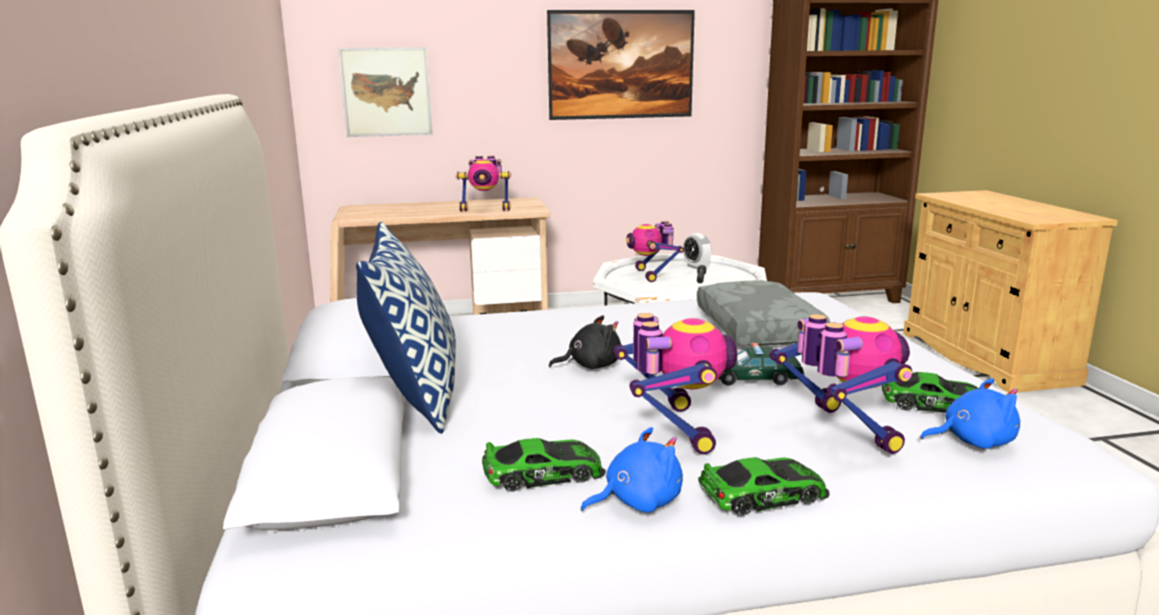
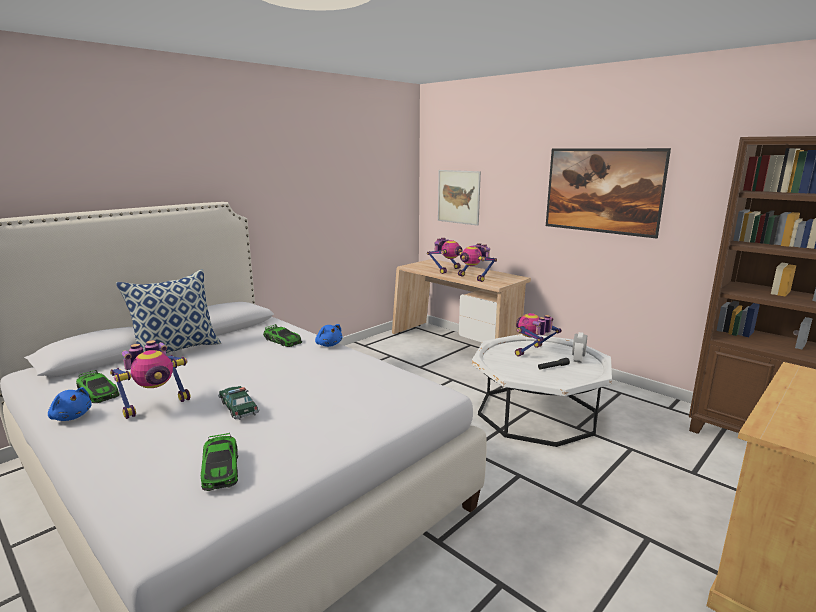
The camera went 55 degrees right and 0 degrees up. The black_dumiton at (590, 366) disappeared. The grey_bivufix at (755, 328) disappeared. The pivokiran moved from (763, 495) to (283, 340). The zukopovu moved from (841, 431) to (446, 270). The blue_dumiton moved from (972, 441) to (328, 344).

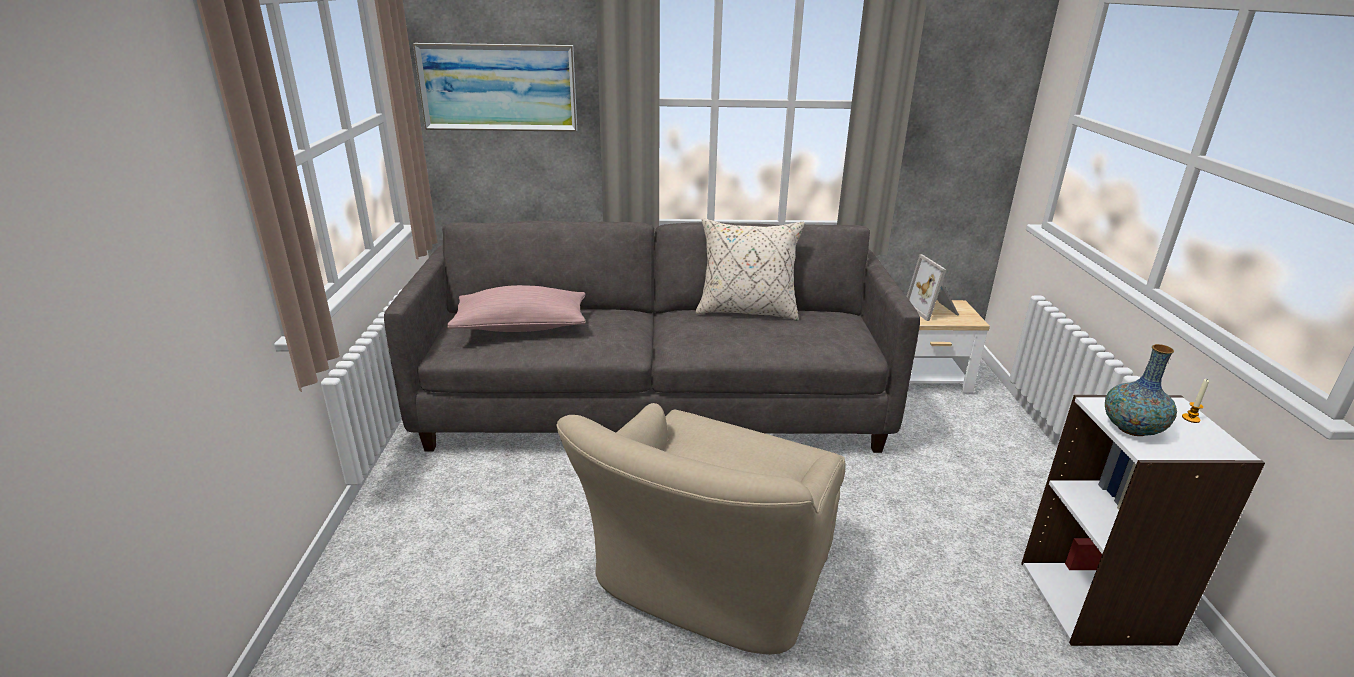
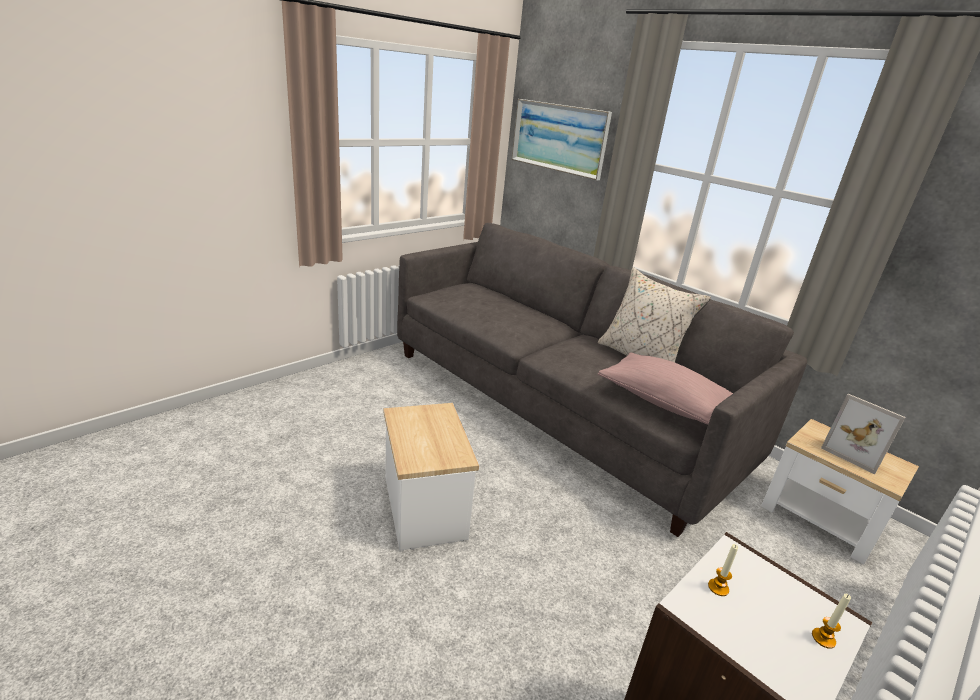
The camera went 45 degrees right and 0 degrees up. The pink_bivufix moved from (521, 327) to (665, 403). The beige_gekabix at (707, 580) was replaced by the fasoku at (425, 507). The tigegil at (1131, 429) was replaced by the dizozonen at (718, 587). The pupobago at (933, 310) turned 75 degrees counterclockwise.

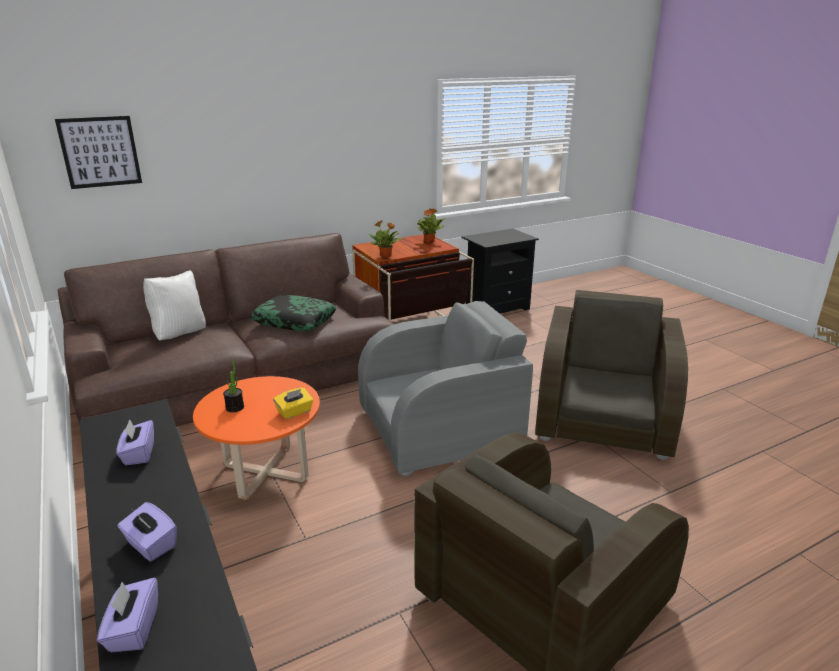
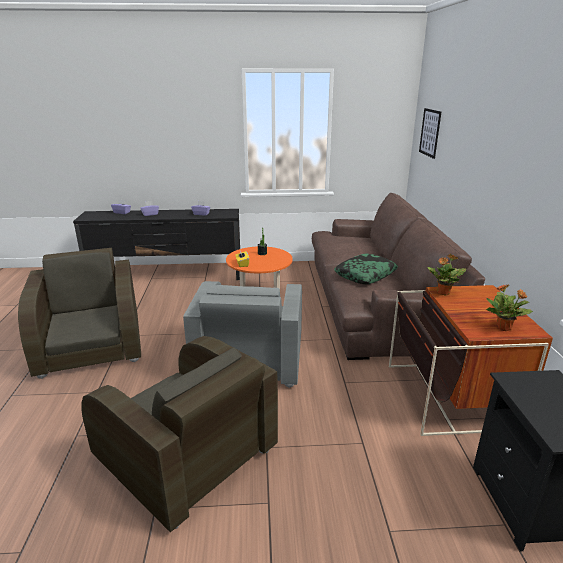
The camera went 115 degrees right and 0 degrees up. The white_bivufix at (179, 334) disappeared.

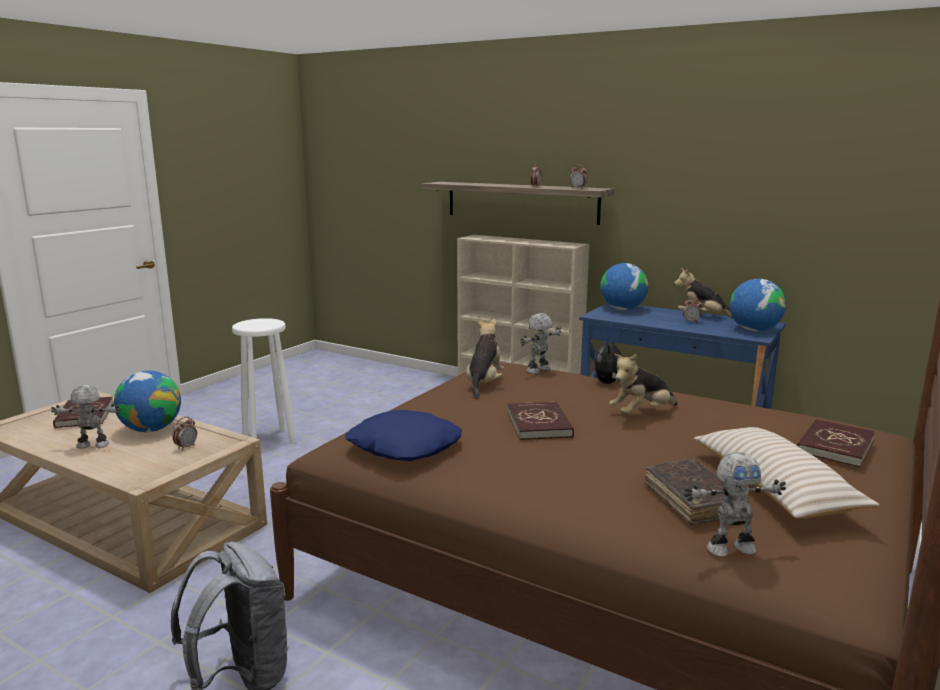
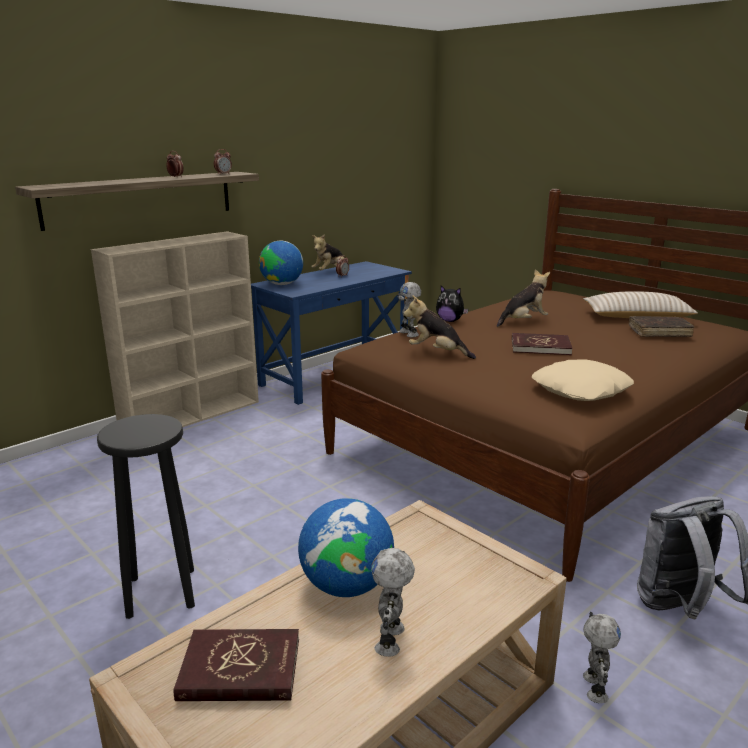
The camera went 75 degrees left and 5 degrees up. The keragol at (186, 447) disappeared. The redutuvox at (754, 330) disappeared. The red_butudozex at (835, 446) disappeared. The zukopovu moved from (730, 548) to (593, 687). The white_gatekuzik at (268, 440) became the black_gatekuzik at (162, 592). The blue_bivufix at (404, 447) became the beige_bivufix at (581, 390). The dumiton at (642, 413) turned 105 degrees counterclockwise.

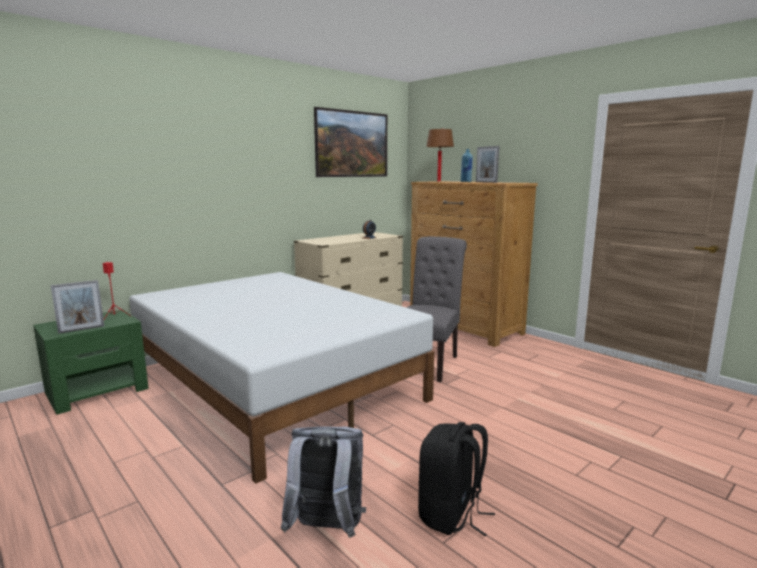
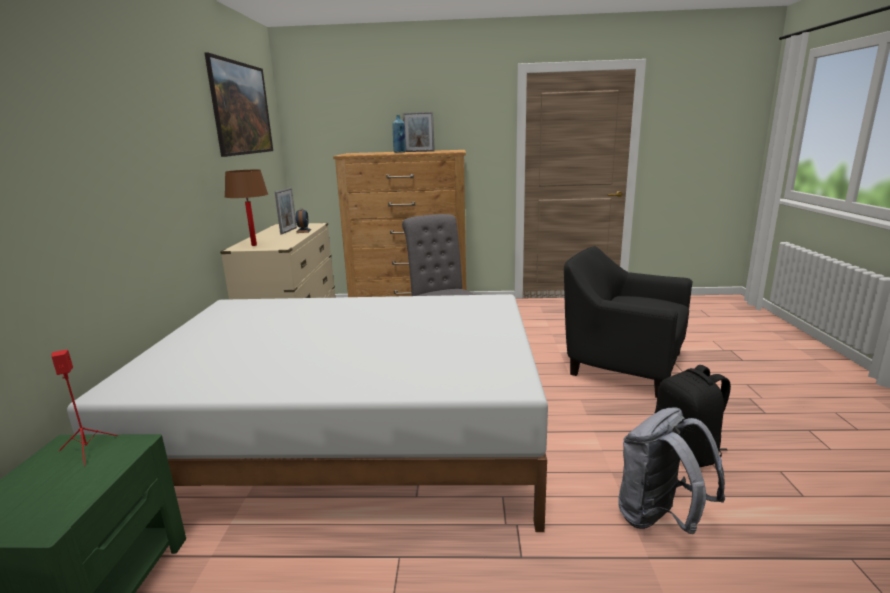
The camera went 45 degrees left and 5 degrees up. The black_gekabix at (621, 364) appeared. The pupobago moved from (81, 329) to (288, 231). The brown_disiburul moved from (439, 181) to (254, 245).

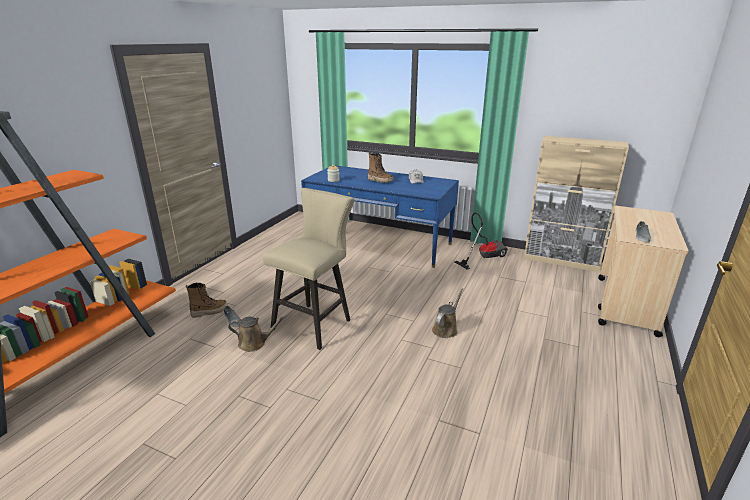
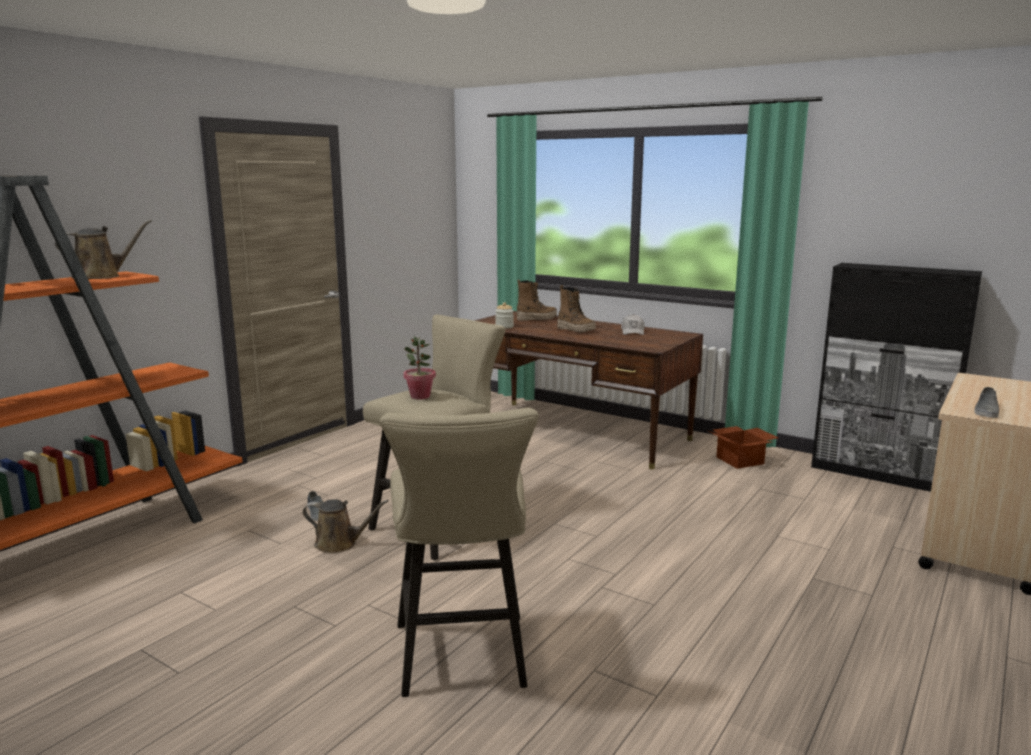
The camera went 10 degrees right and 10 degrees down. The beige_gatekuzik at (462, 661) appeared. The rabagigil at (420, 396) appeared. The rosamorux moved from (209, 312) to (536, 319). The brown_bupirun moved from (446, 329) to (101, 276). The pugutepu at (483, 257) was replaced by the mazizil at (741, 460). The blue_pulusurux at (379, 243) became the brown_pulusurux at (574, 432). The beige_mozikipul at (561, 260) became the black_mozikipul at (879, 474).

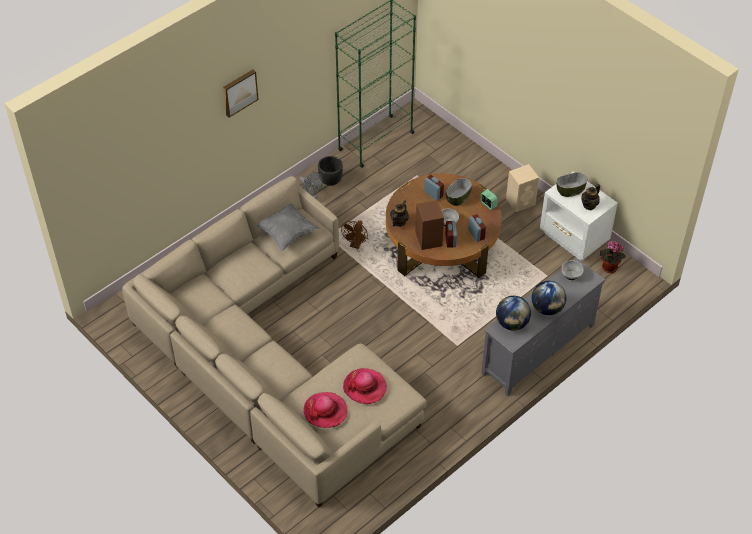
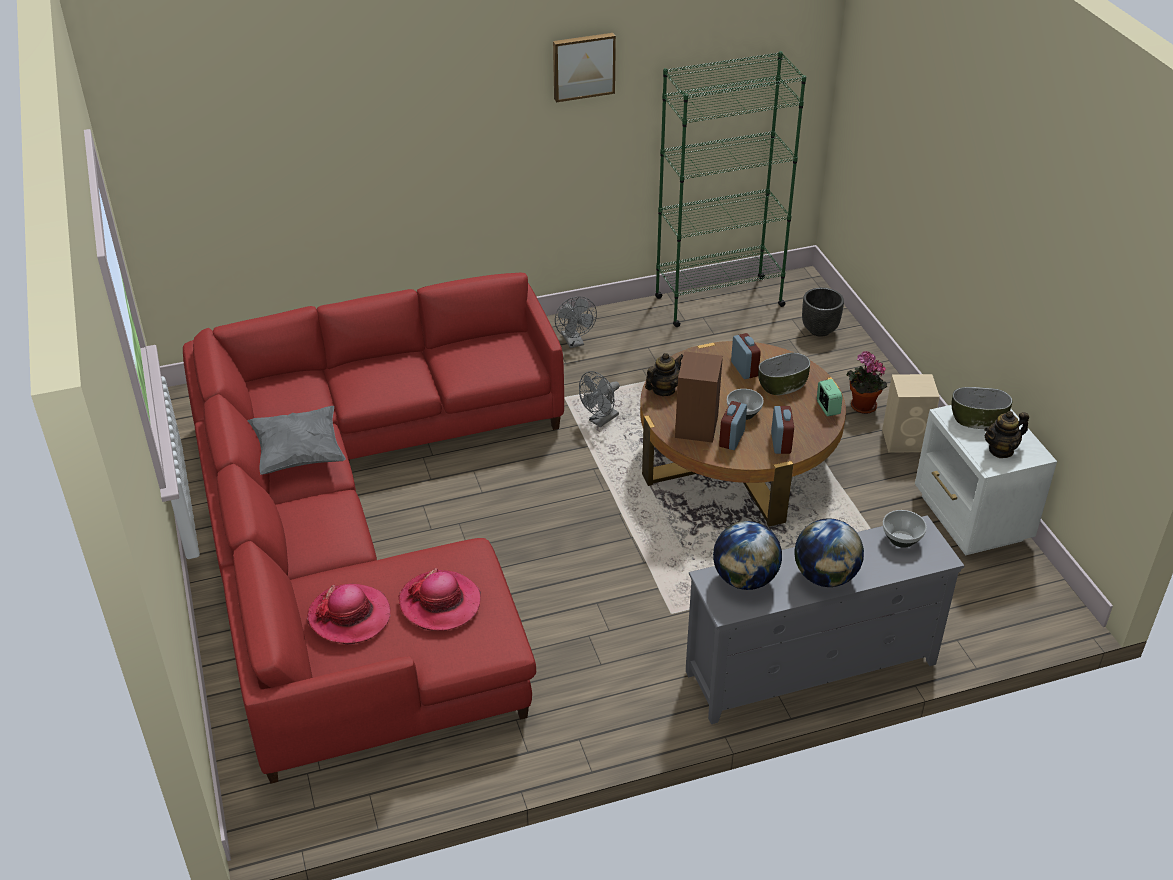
The camera went 25 degrees right and 10 degrees down. The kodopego moved from (239, 92) to (583, 66). The grey_bivufix moved from (286, 233) to (298, 455). The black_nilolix moved from (330, 181) to (819, 330). The rabagigil moved from (608, 268) to (861, 407). The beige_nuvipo at (271, 358) became the red_nuvipo at (363, 532). The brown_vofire at (356, 244) became the grey_vofire at (600, 420).

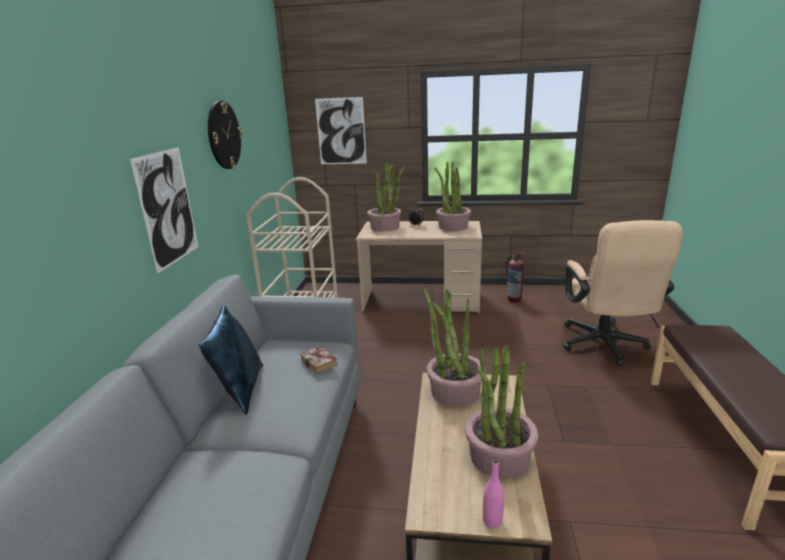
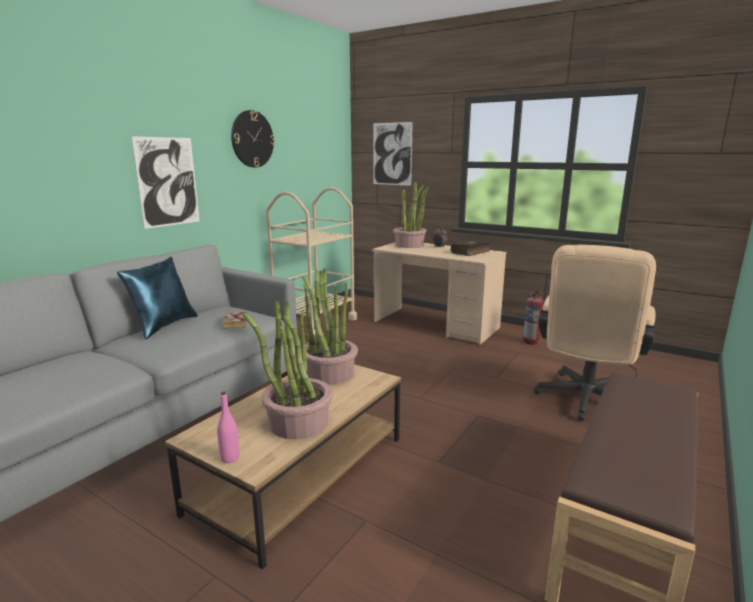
The camera went 25 degrees right and 5 degrees down. The rabagigil at (453, 227) was replaced by the butudozex at (471, 252).

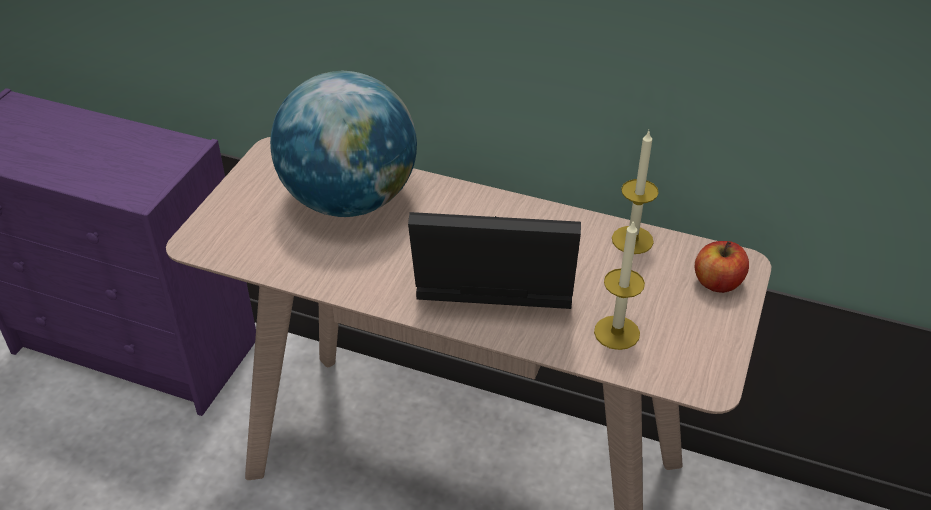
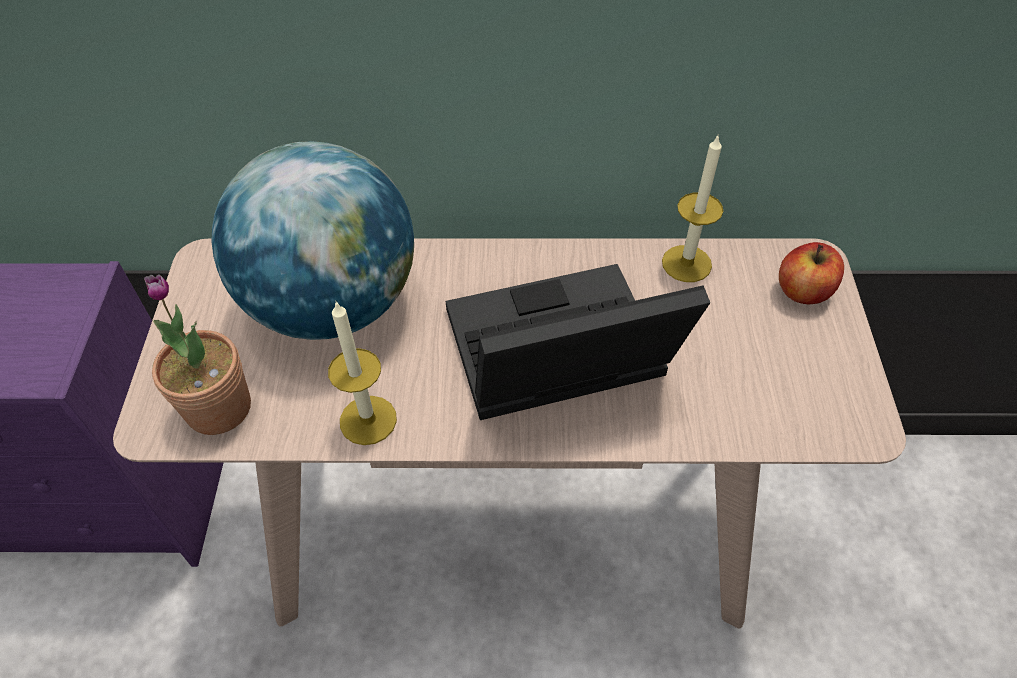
The camera went 20 degrees left and 10 degrees up. The rabagigil at (218, 408) appeared. The dizozonen moved from (616, 332) to (368, 420).

